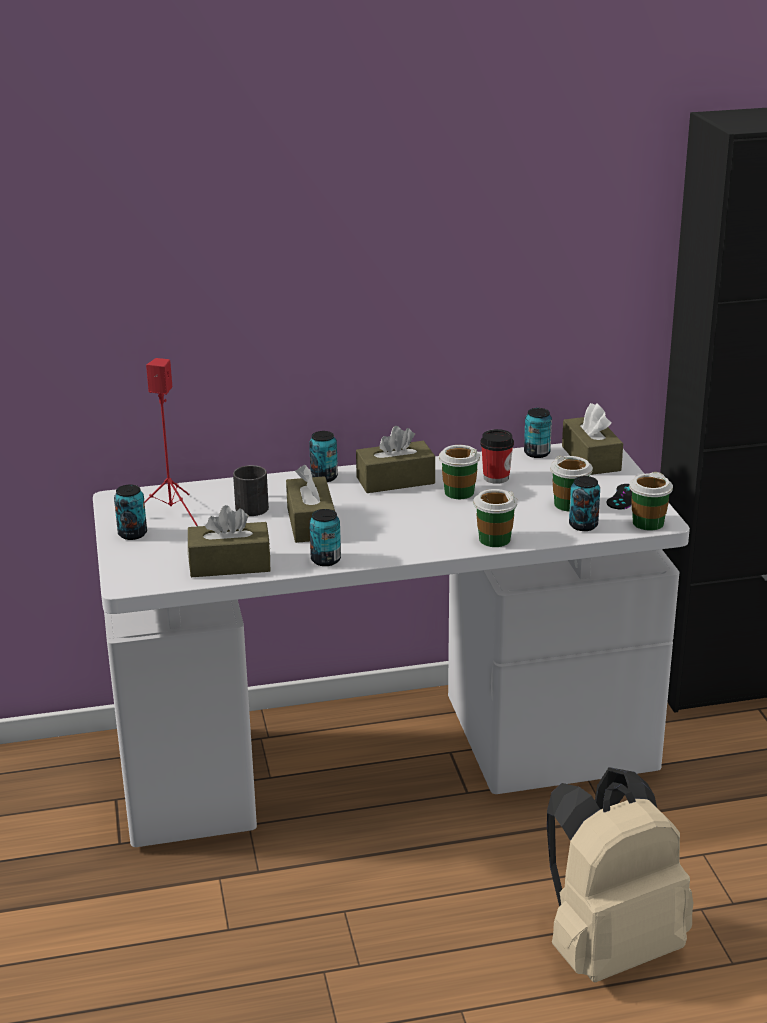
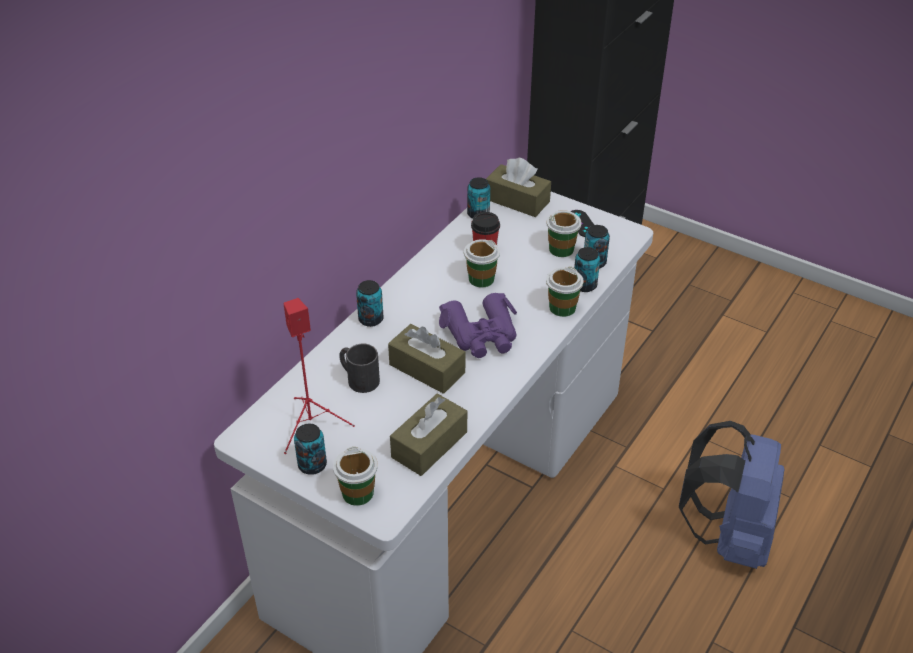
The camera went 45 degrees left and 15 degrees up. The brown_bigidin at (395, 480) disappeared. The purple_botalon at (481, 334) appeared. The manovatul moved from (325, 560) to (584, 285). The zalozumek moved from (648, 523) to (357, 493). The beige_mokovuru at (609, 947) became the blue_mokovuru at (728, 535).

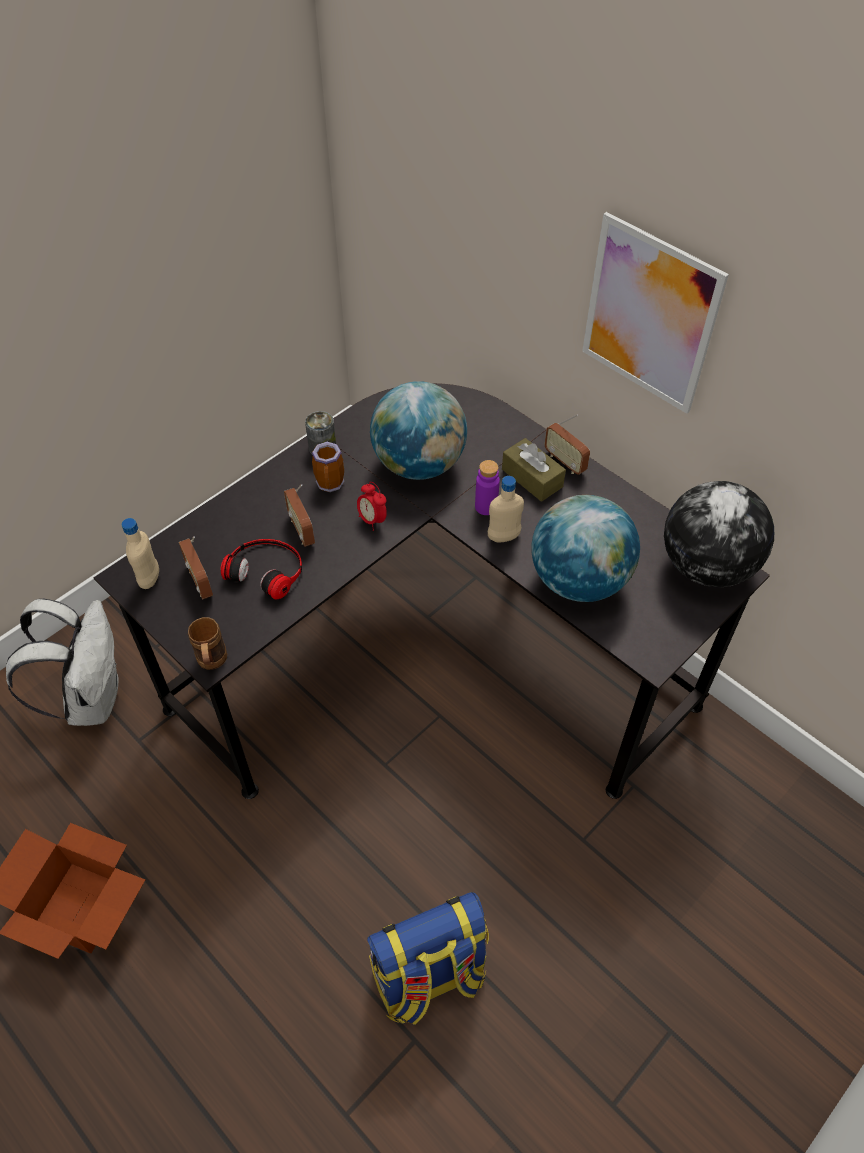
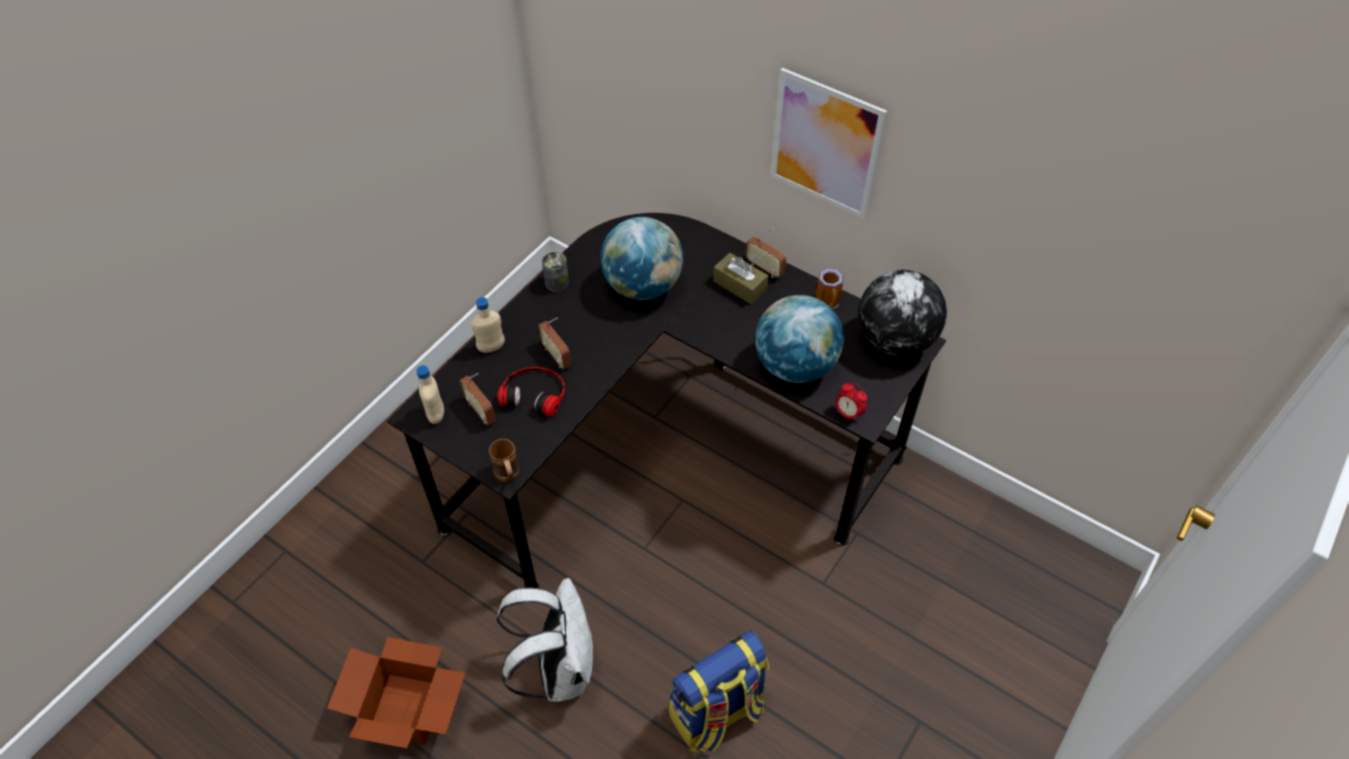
The camera went 10 degrees left and 0 degrees up. The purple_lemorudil at (486, 507) disappeared. The white_mokovuru moved from (92, 698) to (558, 669). The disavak moved from (331, 484) to (828, 304). The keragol moved from (372, 520) to (848, 413). The beige_lemorudil moved from (503, 537) to (491, 347).

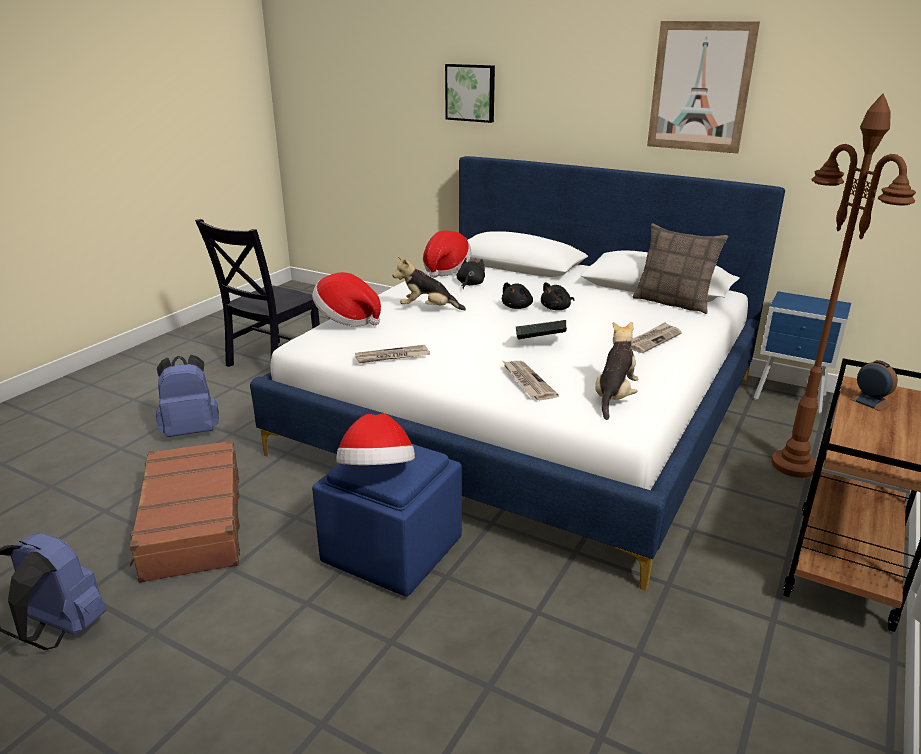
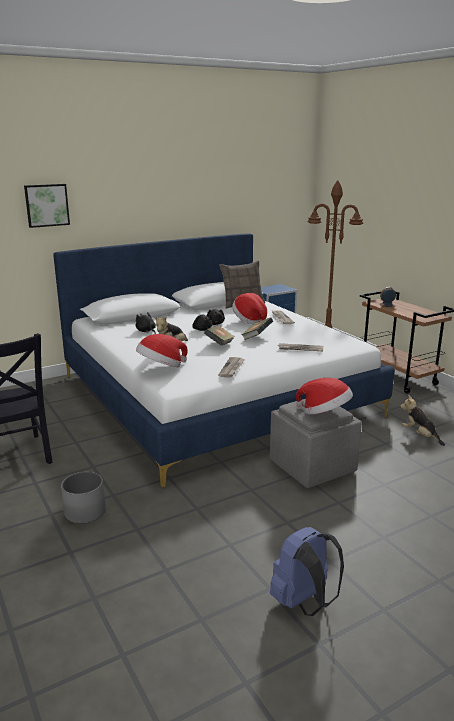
The camera went 60 degrees left and 5 degrees down. The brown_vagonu at (192, 523) disappeared. The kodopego at (700, 87) disappeared. The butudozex at (219, 345) appeared. The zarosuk moved from (446, 270) to (250, 320). The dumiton moved from (614, 397) to (420, 435). The blue_mokovuru at (192, 430) was replaced by the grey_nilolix at (85, 512). The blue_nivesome at (394, 551) became the grey_nivesome at (312, 466).

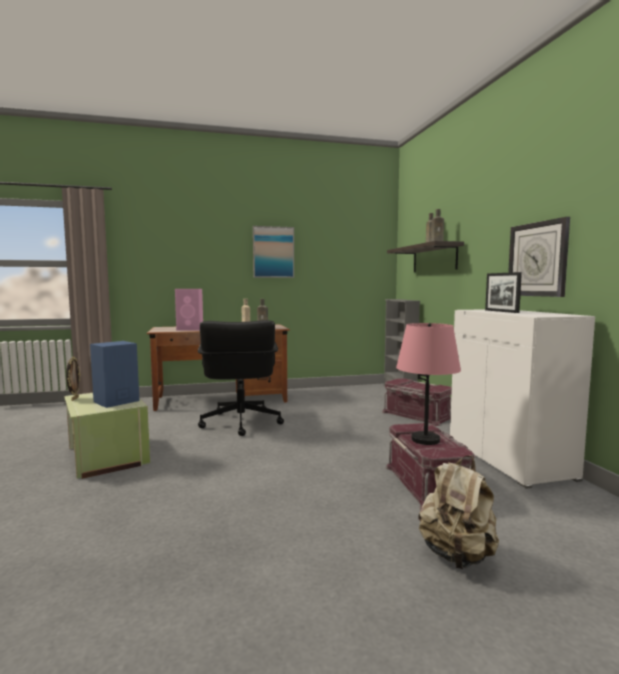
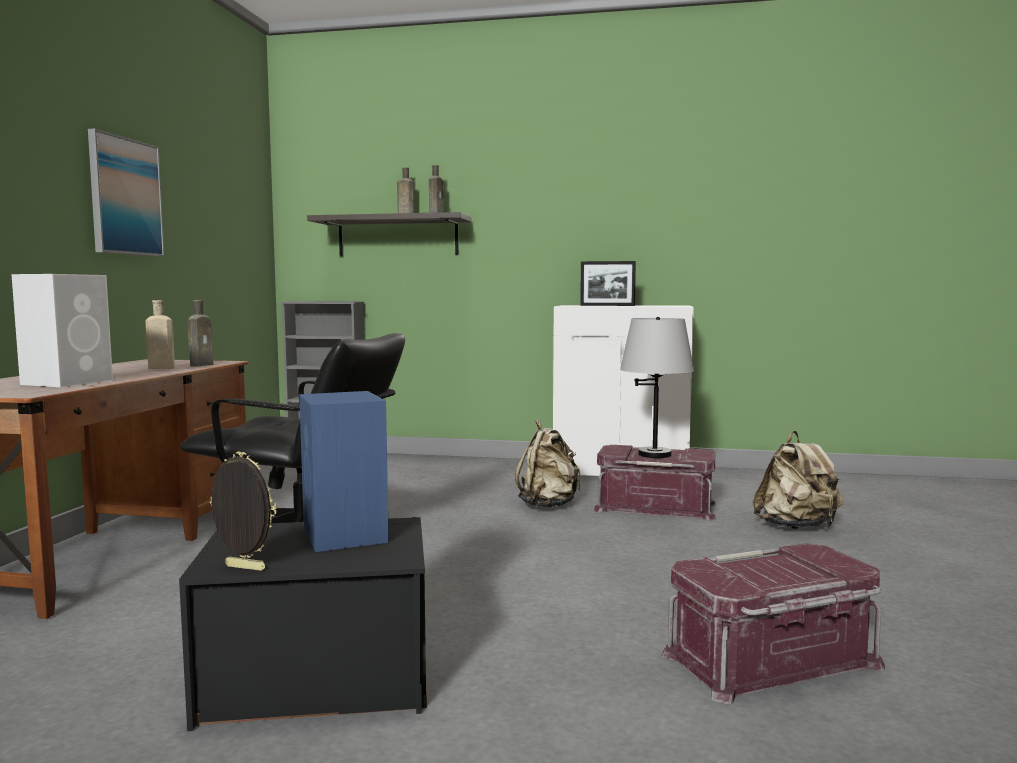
The camera went 65 degrees left and 0 degrees up. The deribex at (537, 259) disappeared. The beige_mokovuru at (548, 505) appeared. The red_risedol moved from (416, 415) to (773, 661). The green_risedol at (106, 456) became the black_risedol at (318, 681). The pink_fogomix at (190, 329) became the white_fogomix at (69, 382). The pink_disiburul at (426, 440) became the grey_disiburul at (655, 454).

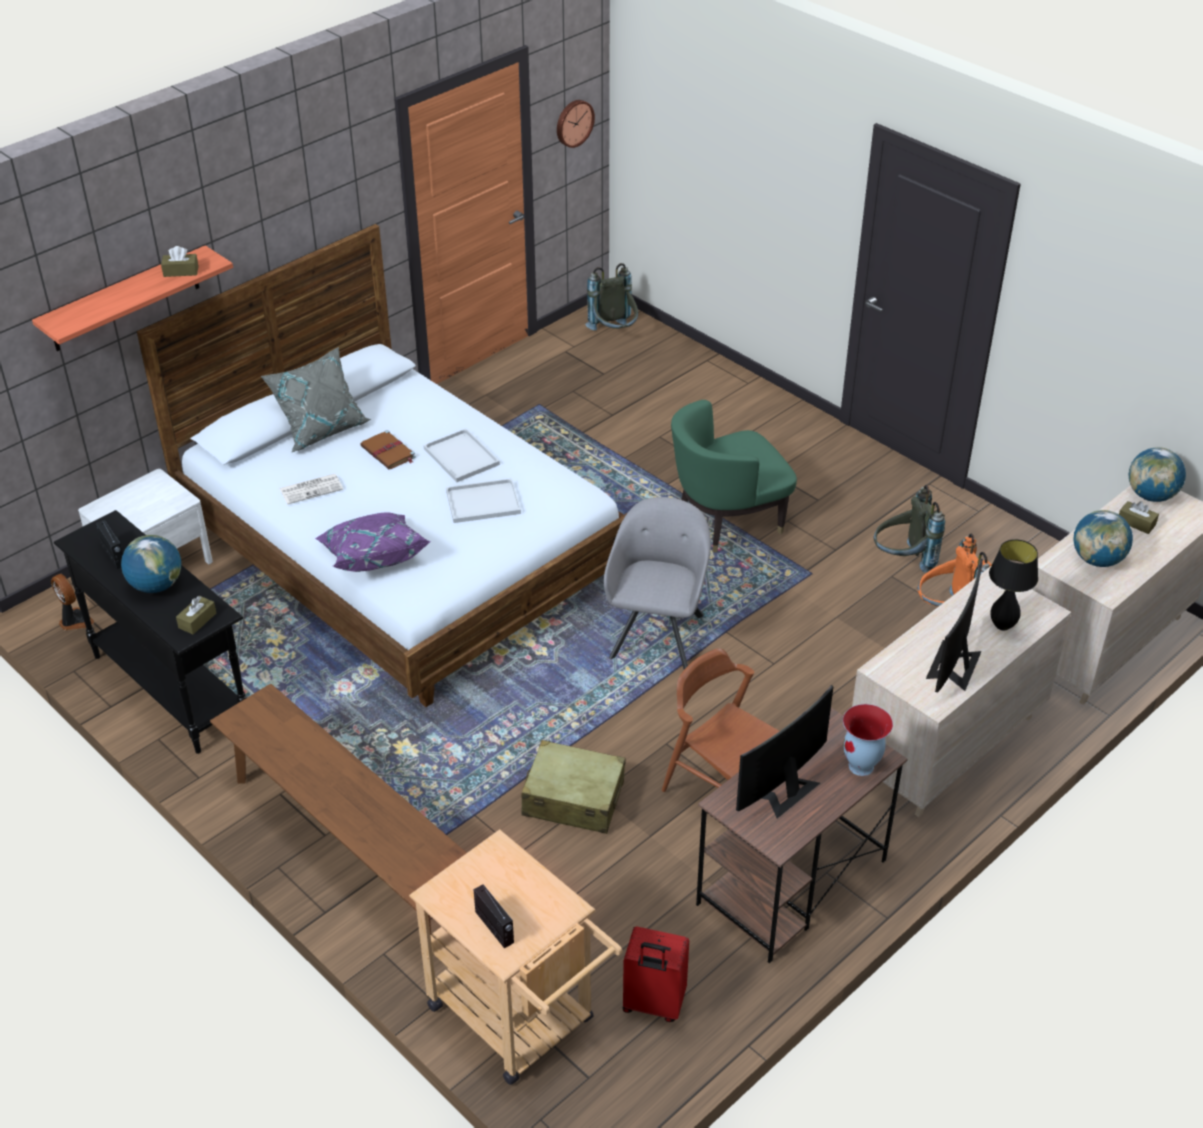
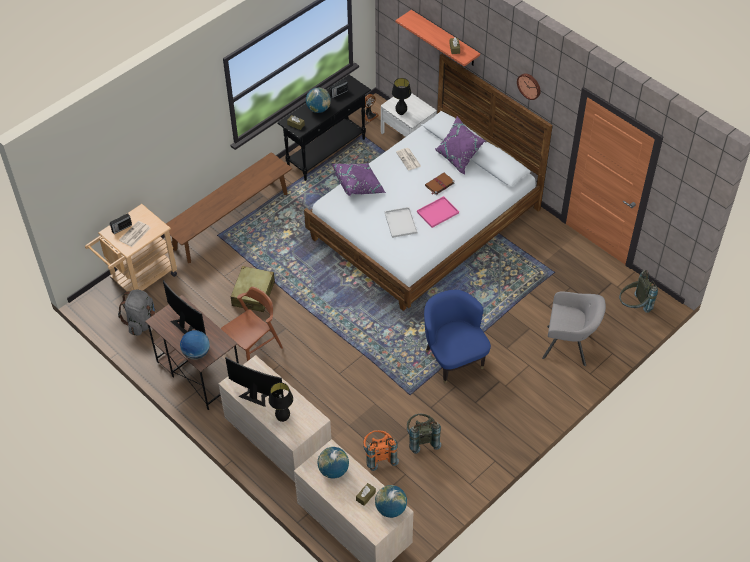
The camera went 90 degrees right and 10 degrees up. The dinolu at (135, 234) appeared. The black_disiburul at (401, 113) appeared. The deribex moved from (573, 122) to (529, 85). The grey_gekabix moved from (657, 633) to (569, 346). The red_vagonu at (653, 1004) was replaced by the grey_mokovuru at (141, 322). The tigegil at (861, 766) was replaced by the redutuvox at (196, 353). The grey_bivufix at (321, 428) became the purple_bivufix at (458, 158). The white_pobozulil at (462, 457) became the pink_pobozulil at (437, 213). The green_gekabix at (727, 521) became the blue_gekabix at (453, 358).

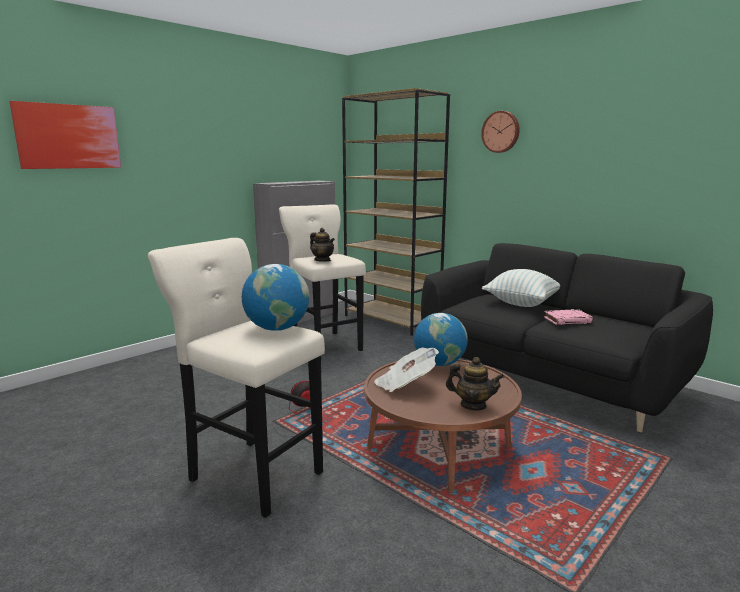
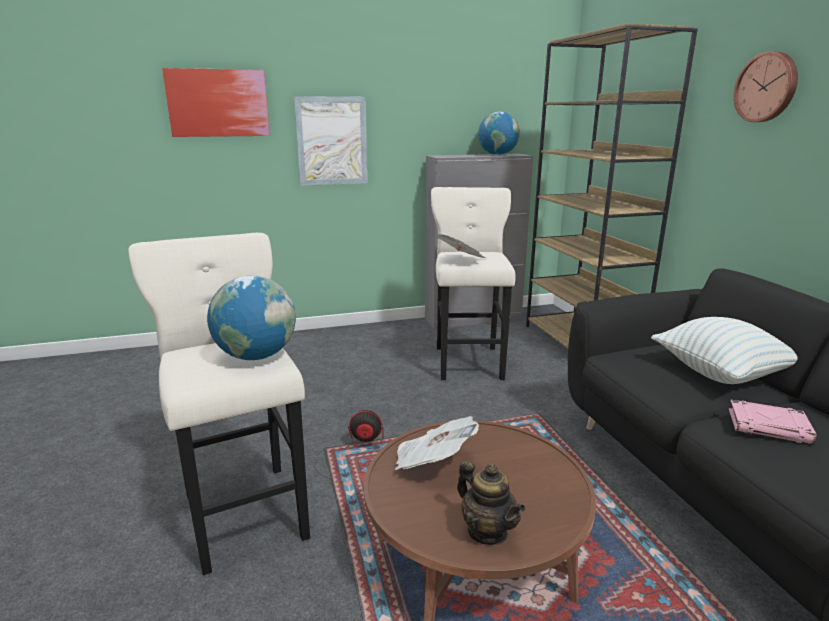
The camera went 30 degrees right and 5 degrees up. The kodopego at (332, 141) appeared. The redutuvox moved from (439, 363) to (498, 154). The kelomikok at (322, 260) was replaced by the dinolu at (461, 260).

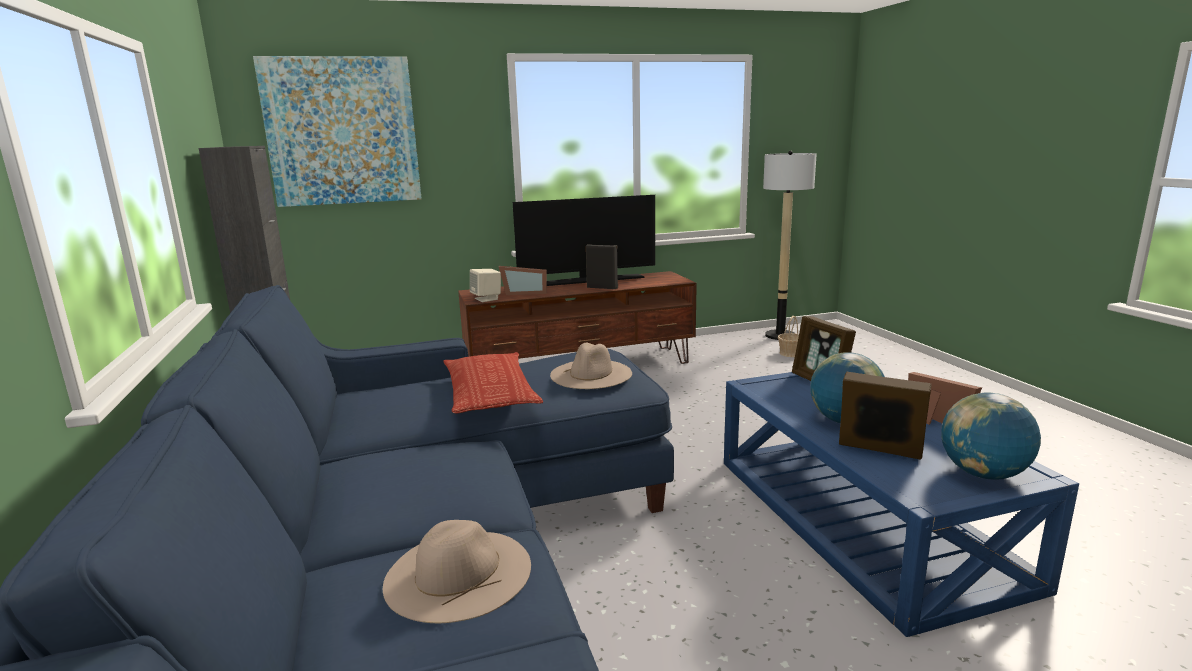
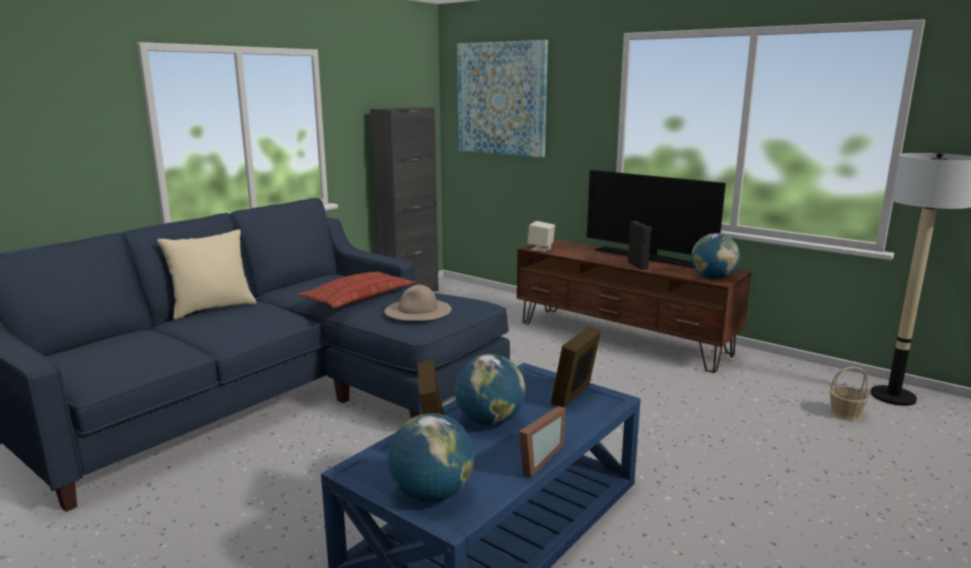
The camera went 55 degrees right and 0 degrees up. The beige_zarosuk at (458, 573) disappeared. The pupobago at (524, 293) disappeared. The beige_bivufix at (213, 308) appeared. The redutuvox at (713, 278) appeared.

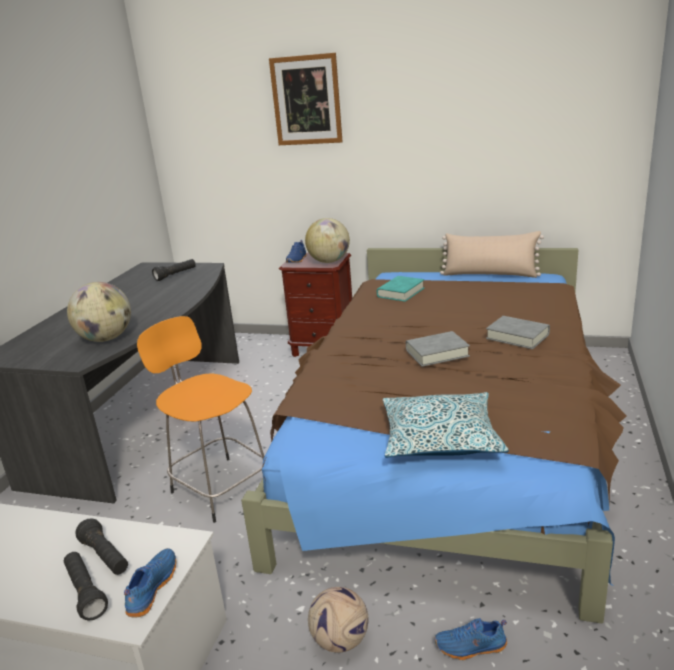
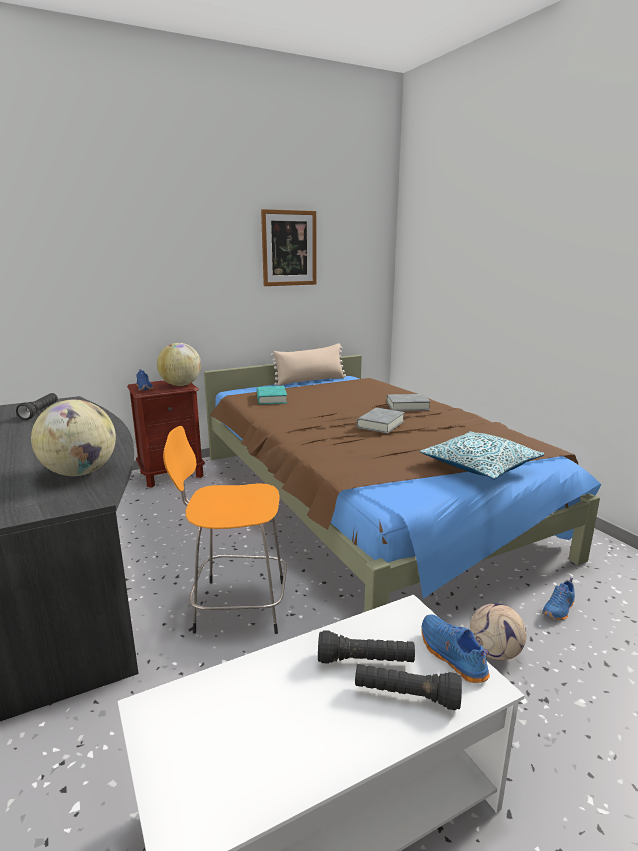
The camera went 45 degrees left and 5 degrees down. The kodopego moved from (306, 100) to (289, 248).

